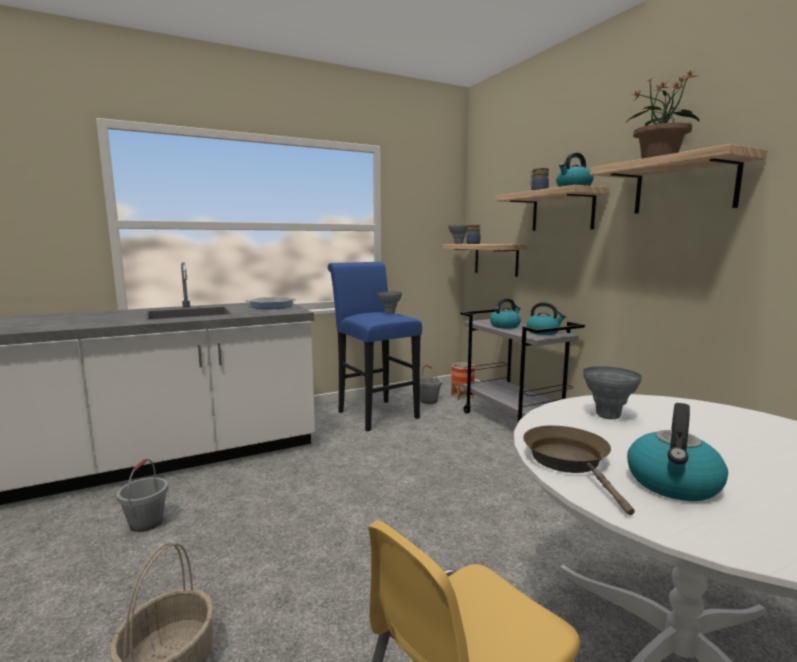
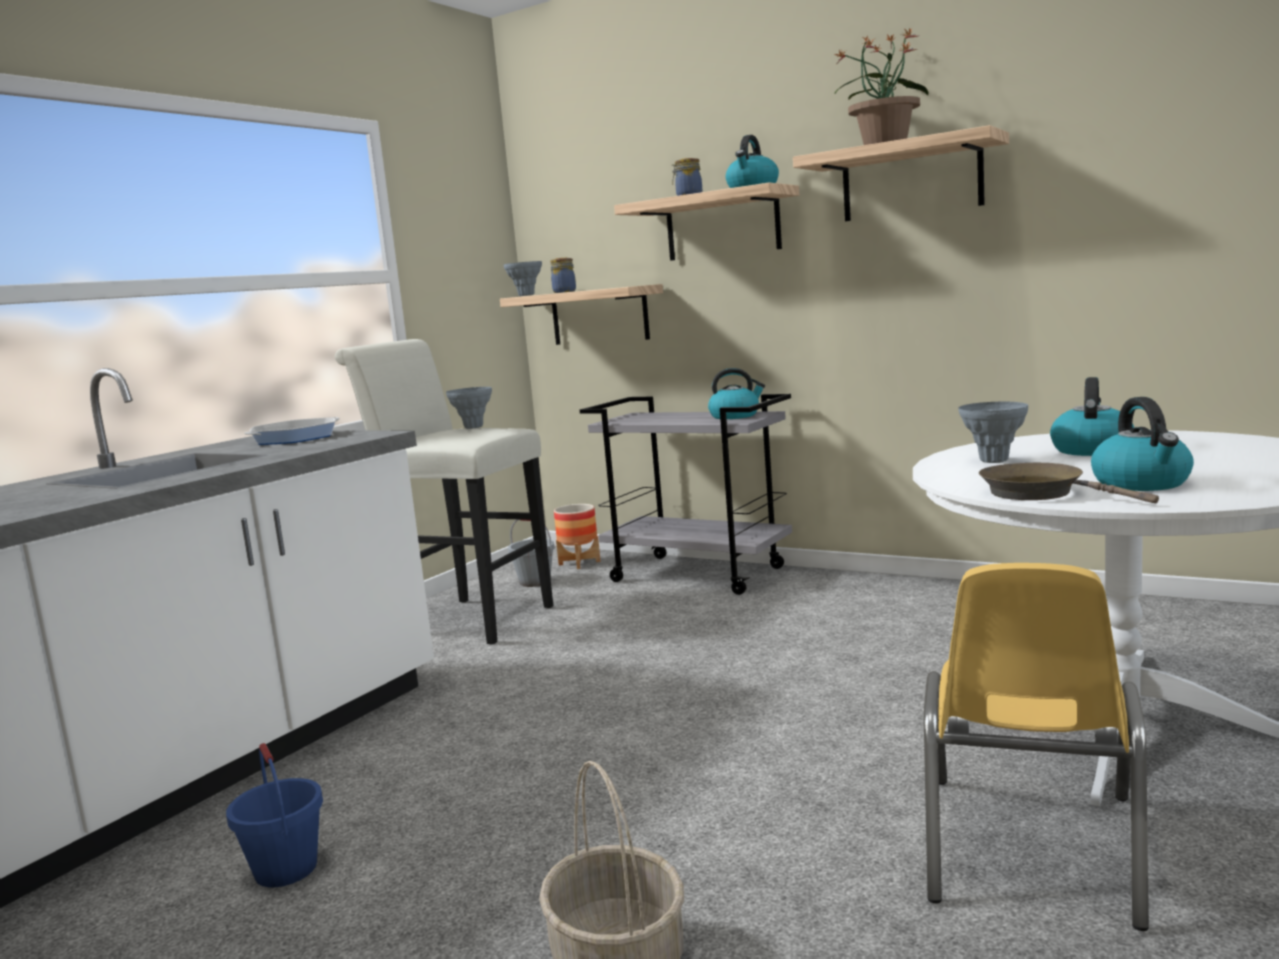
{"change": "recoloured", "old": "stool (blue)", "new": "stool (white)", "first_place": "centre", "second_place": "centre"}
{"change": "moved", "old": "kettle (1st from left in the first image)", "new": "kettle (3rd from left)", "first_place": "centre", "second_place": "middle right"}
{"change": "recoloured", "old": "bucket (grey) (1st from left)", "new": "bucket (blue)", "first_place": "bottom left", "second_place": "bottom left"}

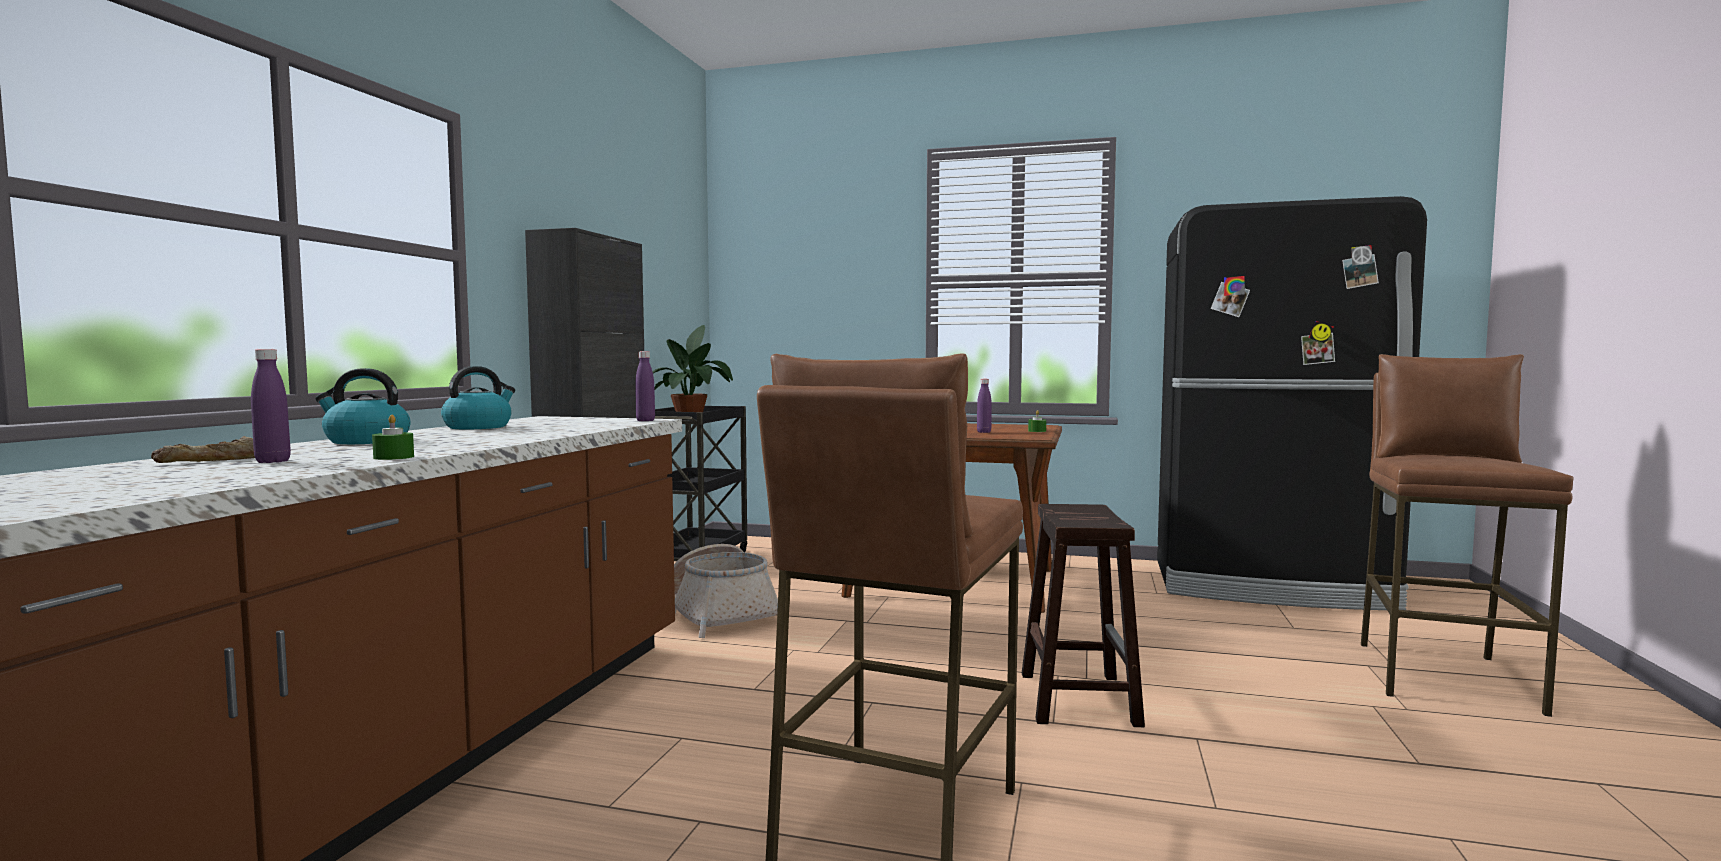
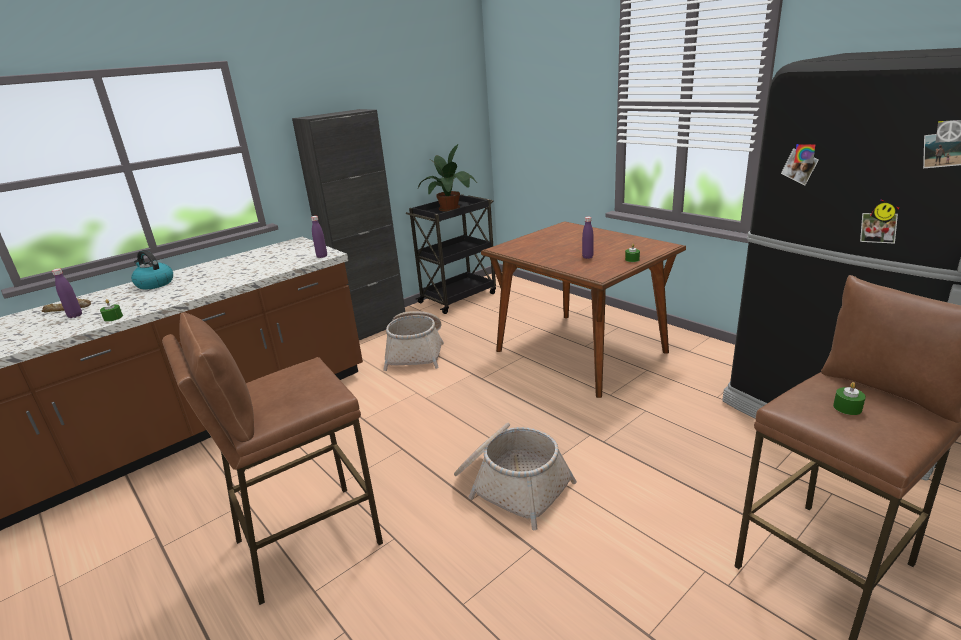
{"change": "removed", "old": "kettle (2nd from left)", "first_place": "middle left"}
{"change": "replaced", "old": "stool (brown) (2nd from left)", "new": "basket (2nd from left)", "first_place": "bottom centre", "second_place": "bottom centre"}
{"change": "added", "new": "candle (green) (3rd from left)", "second_place": "middle right"}

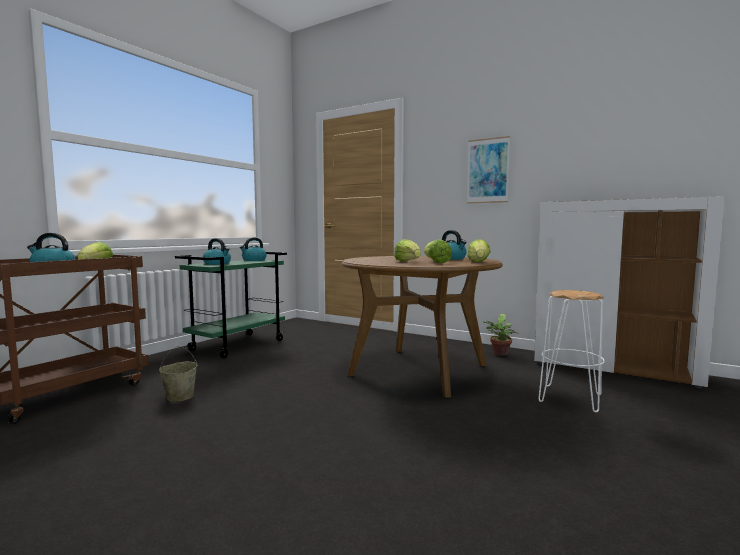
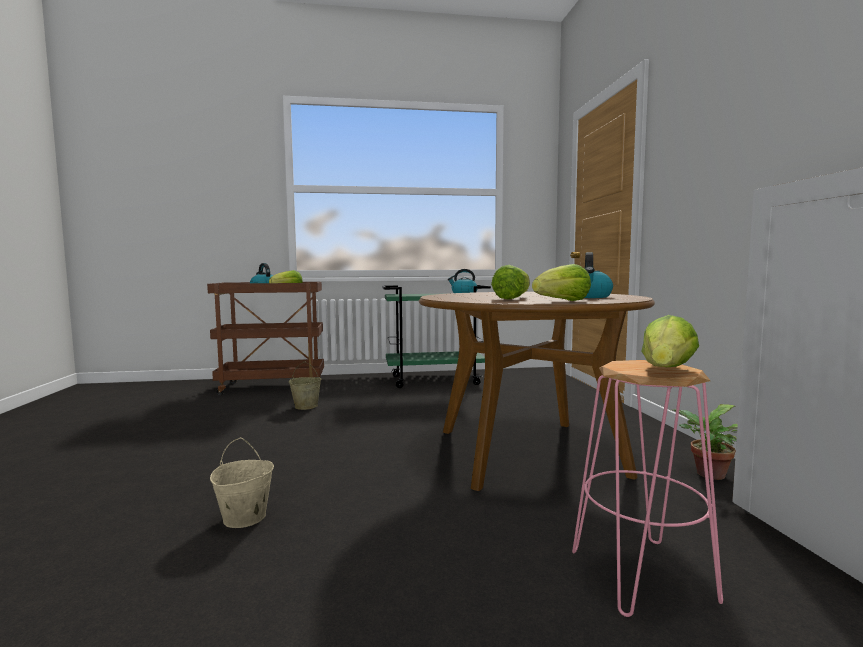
{"change": "removed", "old": "picture", "first_place": "top centre"}
{"change": "removed", "old": "kettle (2nd from left)", "first_place": "middle left"}
{"change": "moved", "old": "lettuce (2nd from left in the first image)", "new": "lettuce (4th from left)", "first_place": "centre", "second_place": "middle right"}
{"change": "recoloured", "old": "stool (white)", "new": "stool (pink)", "first_place": "middle right", "second_place": "bottom right"}
{"change": "added", "new": "bucket (beige) (1st from left)", "second_place": "bottom left"}

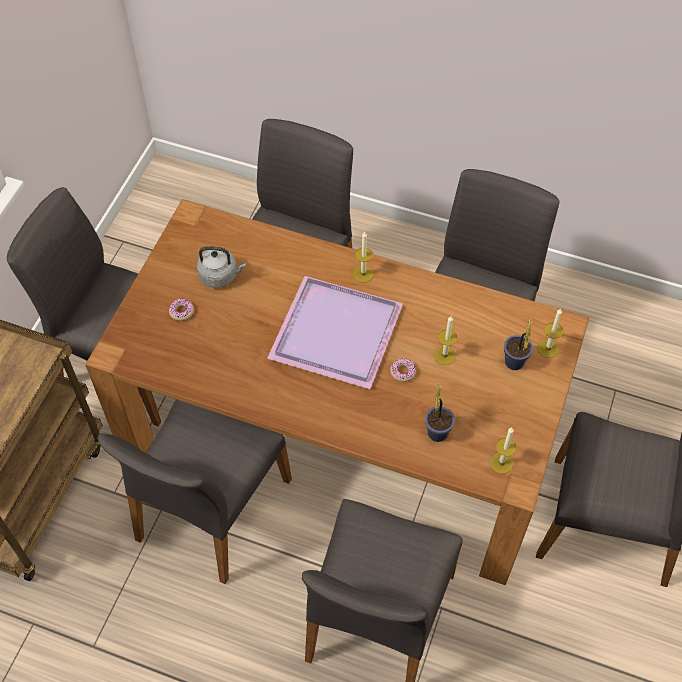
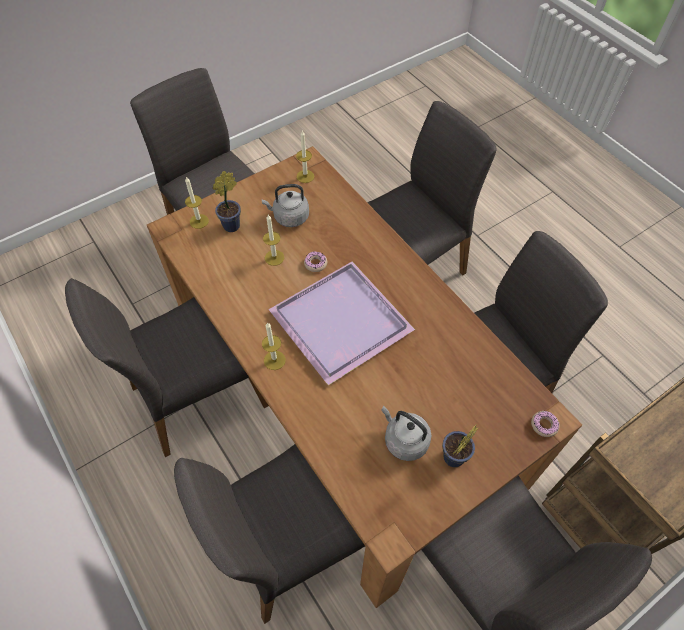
{"change": "moved", "old": "donut (1st from left in the first image)", "new": "donut (2nd from left)", "first_place": "middle left", "second_place": "bottom right"}
{"change": "moved", "old": "potted plant (1st from left in the first image)", "new": "potted plant (2nd from left)", "first_place": "centre", "second_place": "bottom right"}
{"change": "added", "new": "kettle (grey) (1st from left)", "second_place": "top centre"}

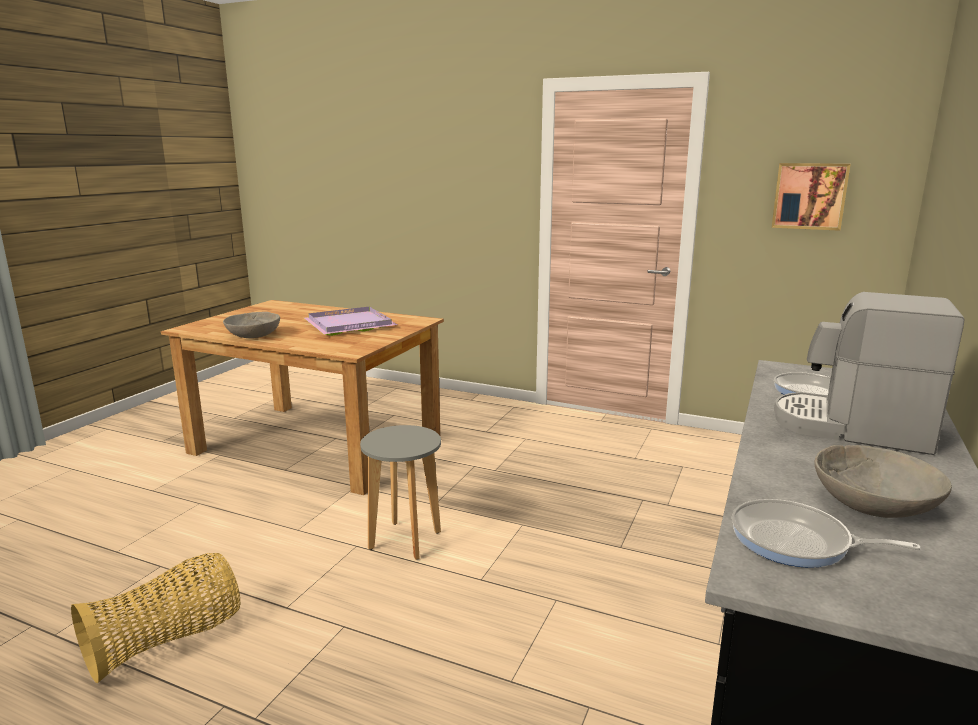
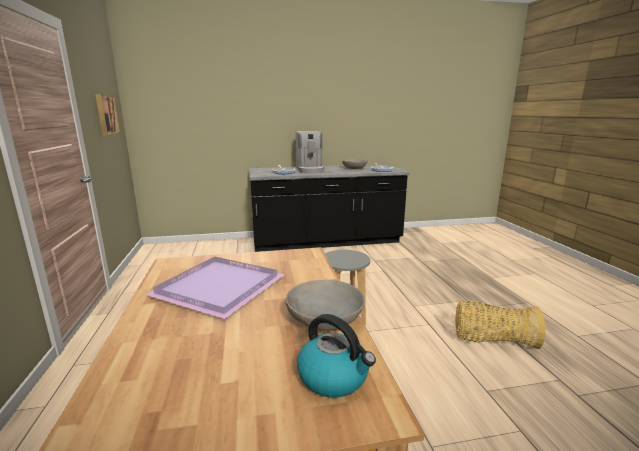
{"change": "added", "new": "kettle", "second_place": "bottom centre"}

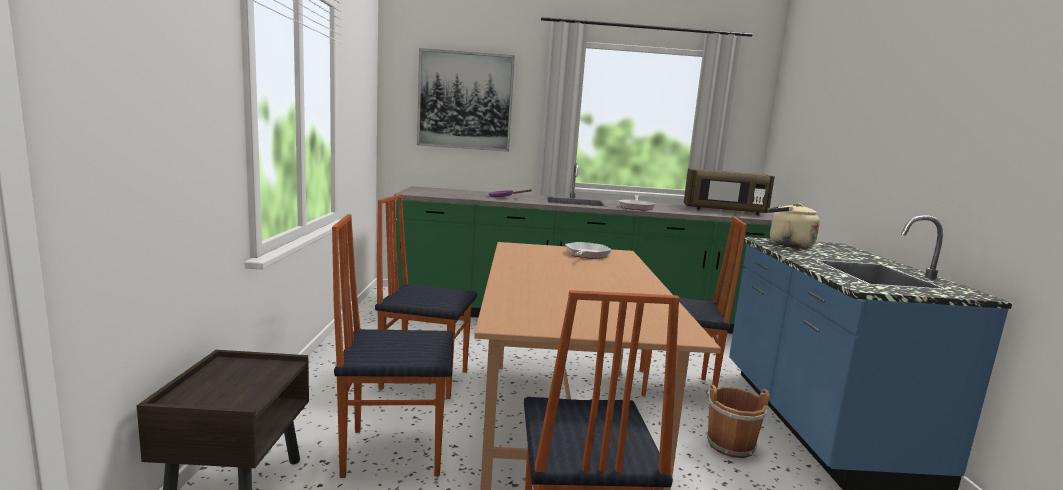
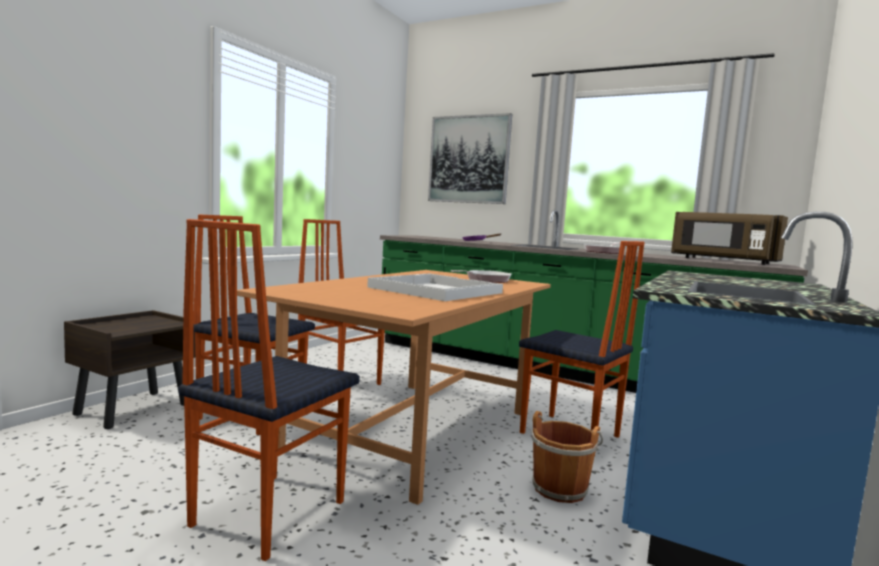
{"change": "removed", "old": "kettle (beige)", "first_place": "middle right"}
{"change": "added", "new": "tray (white)", "second_place": "centre"}

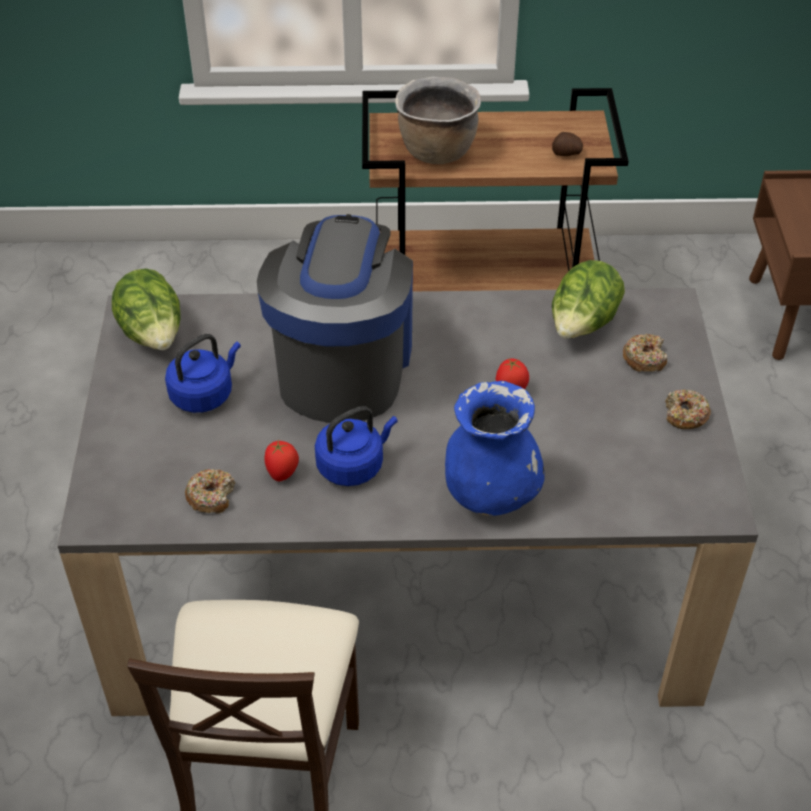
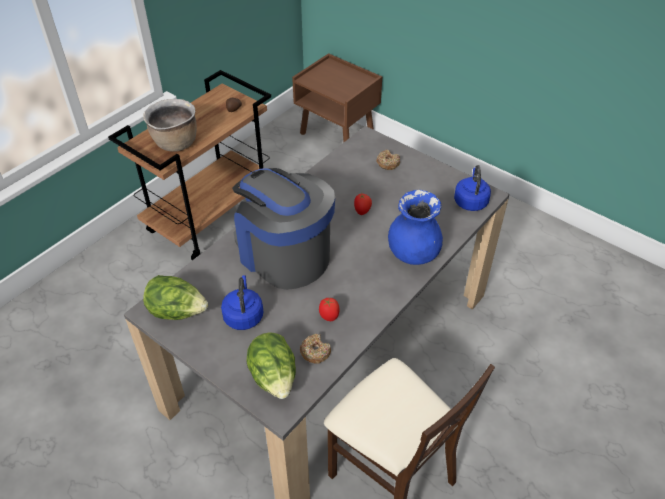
{"change": "moved", "old": "lettuce (2nd from left)", "first_place": "middle right", "second_place": "bottom centre"}
{"change": "removed", "old": "donut (3rd from left)", "first_place": "middle right"}
{"change": "moved", "old": "kettle (blue) (2nd from left)", "first_place": "centre", "second_place": "middle right"}

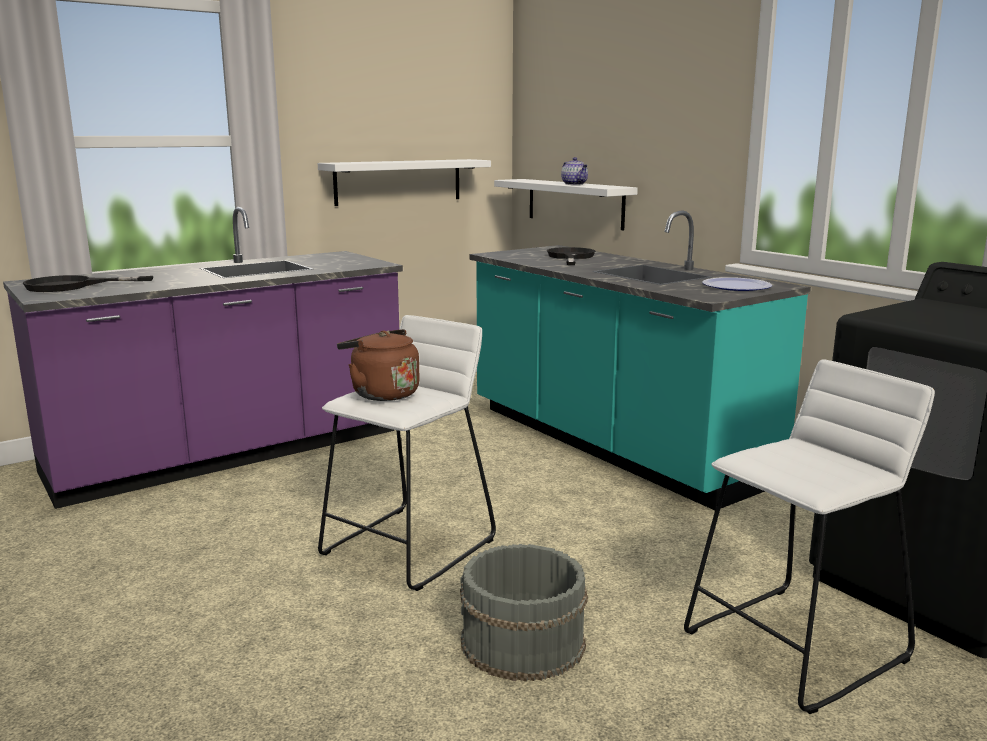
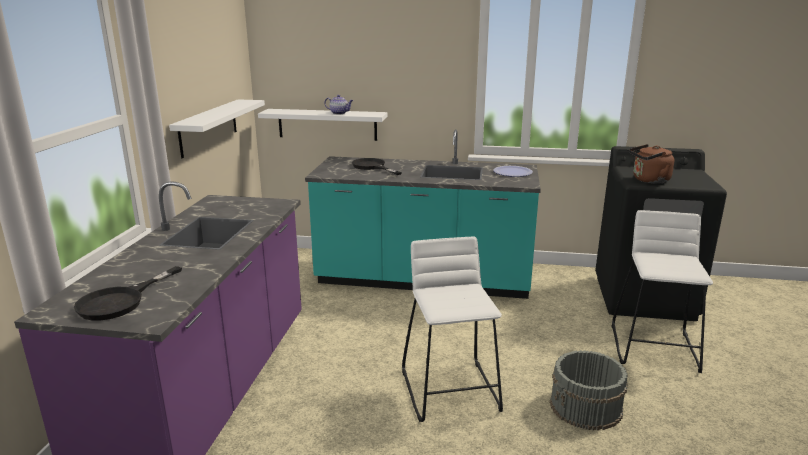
{"change": "moved", "old": "kettle (brown)", "first_place": "centre", "second_place": "middle right"}

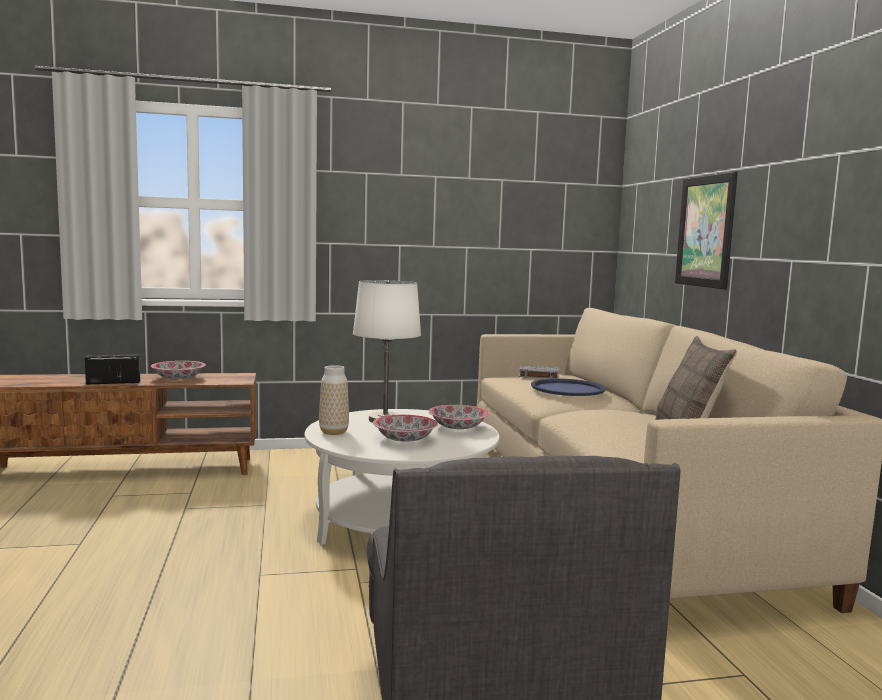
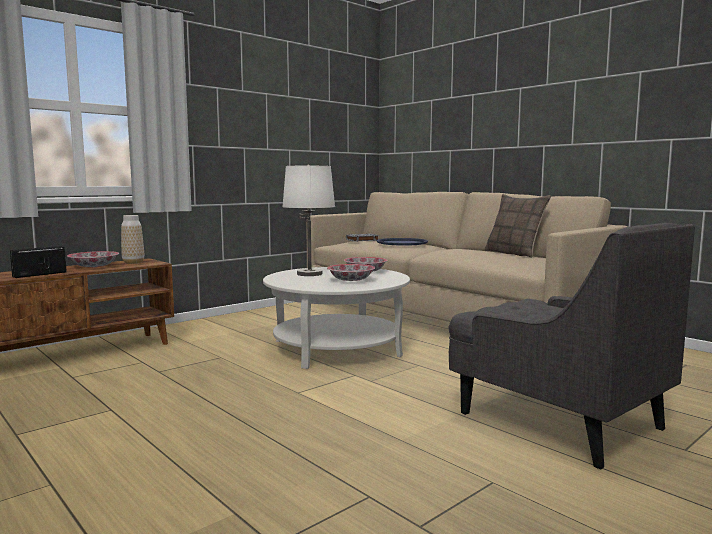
{"change": "removed", "old": "picture", "first_place": "top right"}
{"change": "moved", "old": "vase", "first_place": "centre", "second_place": "middle left"}

